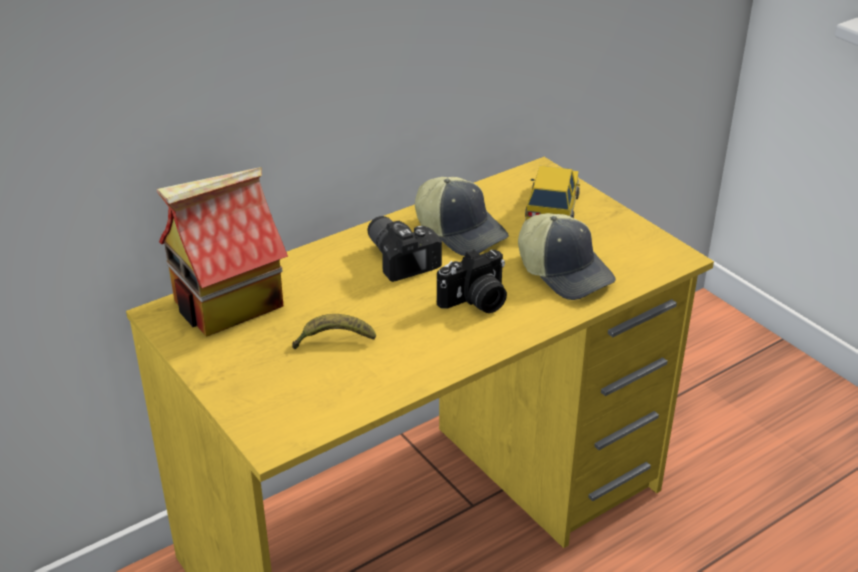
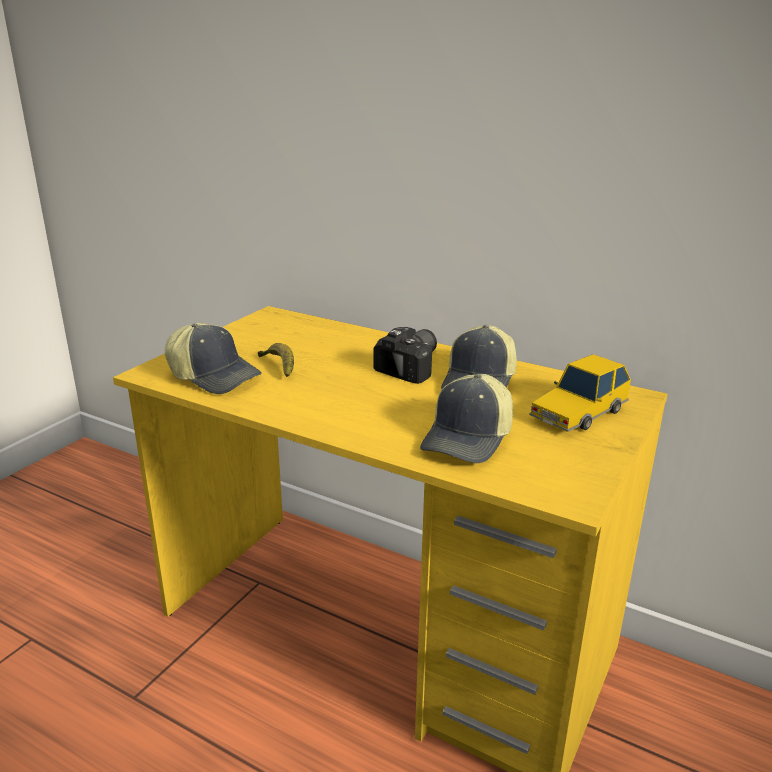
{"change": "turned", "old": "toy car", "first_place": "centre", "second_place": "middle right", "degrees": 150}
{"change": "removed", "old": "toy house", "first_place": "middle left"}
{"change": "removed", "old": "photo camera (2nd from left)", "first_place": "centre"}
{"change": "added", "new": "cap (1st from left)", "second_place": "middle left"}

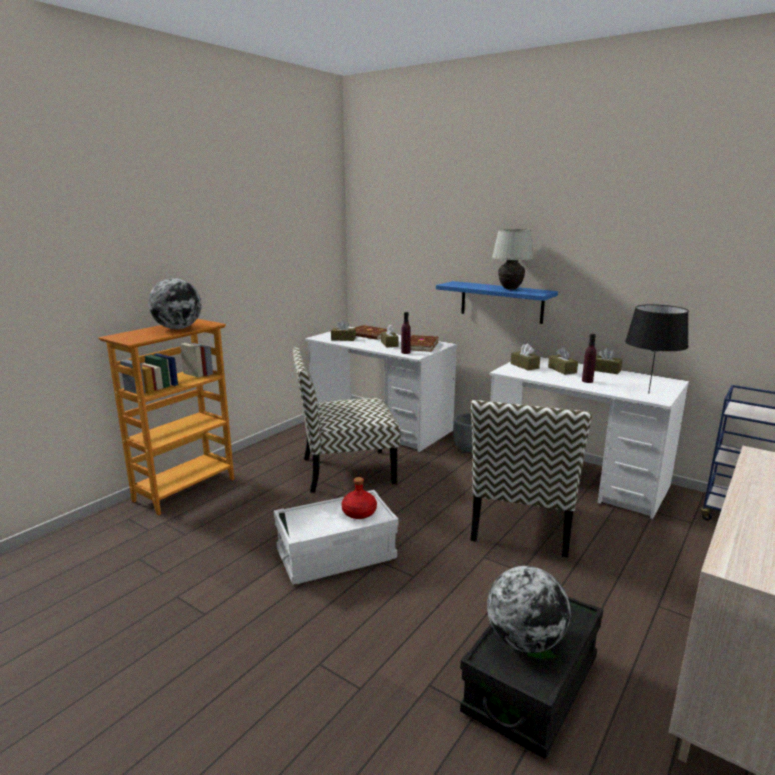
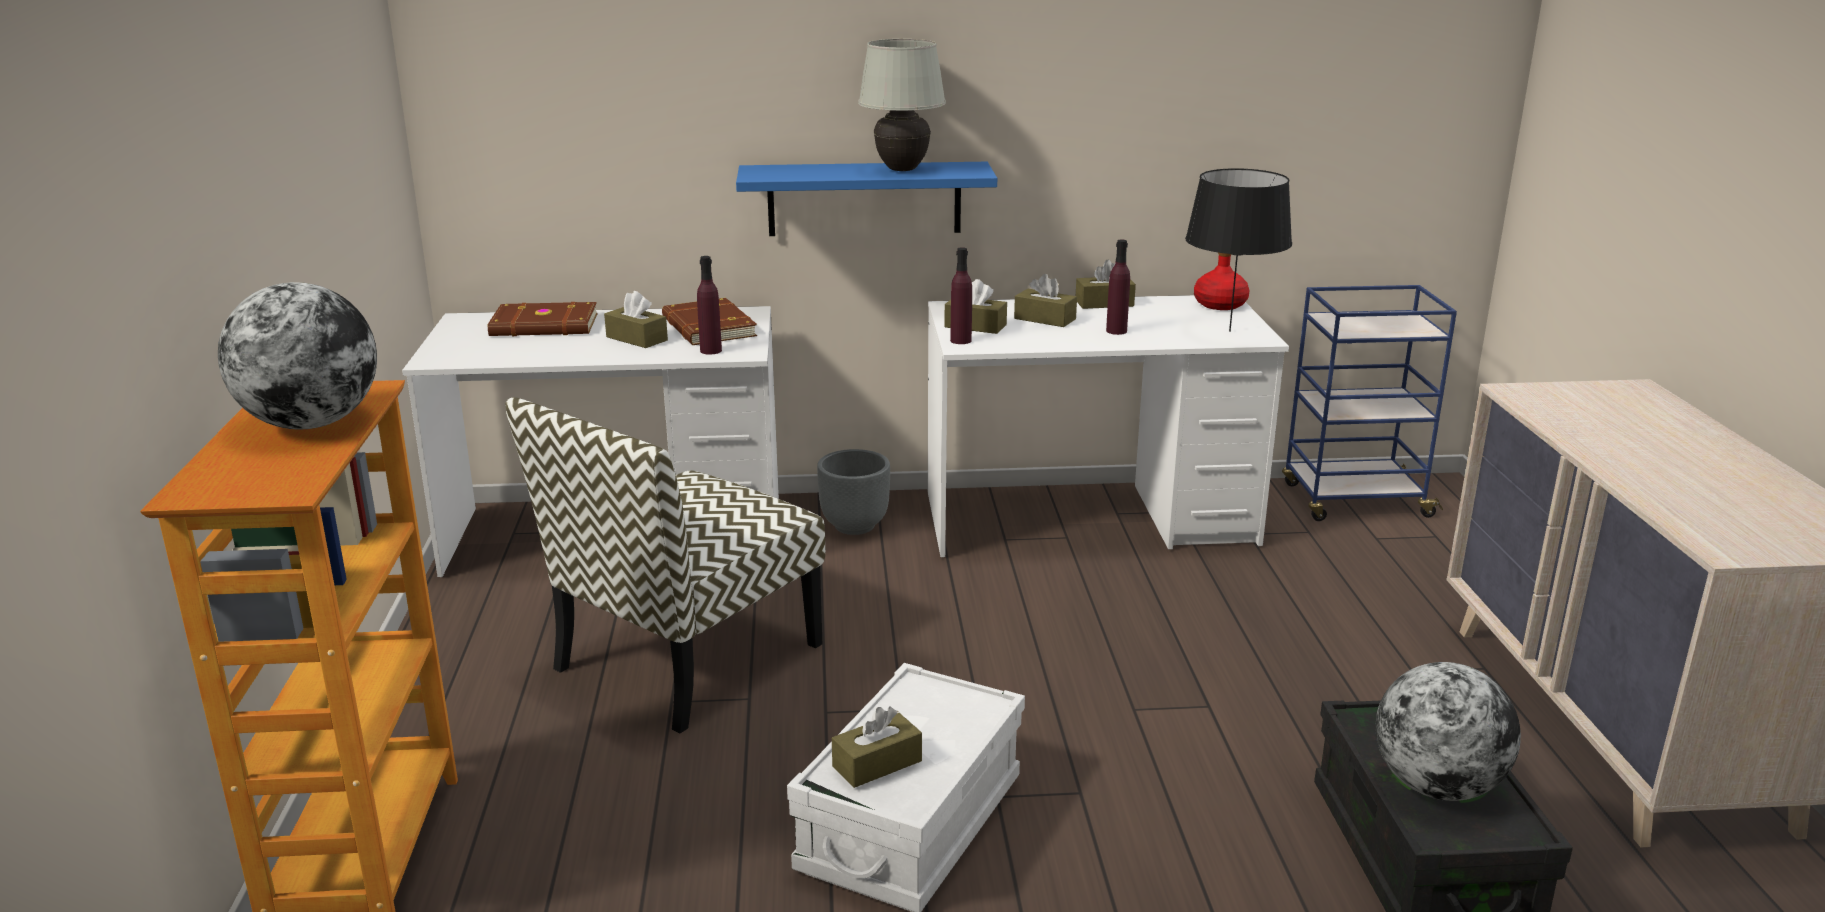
{"change": "moved", "old": "tissue box (brown) (1st from left in the first image)", "new": "tissue box (brown) (2nd from left)", "first_place": "centre", "second_place": "bottom centre"}
{"change": "removed", "old": "chair (2nd from left)", "first_place": "middle right"}
{"change": "moved", "old": "bottle (red)", "first_place": "centre", "second_place": "top right"}
{"change": "added", "new": "bottle (purple) (2nd from left)", "second_place": "top centre"}

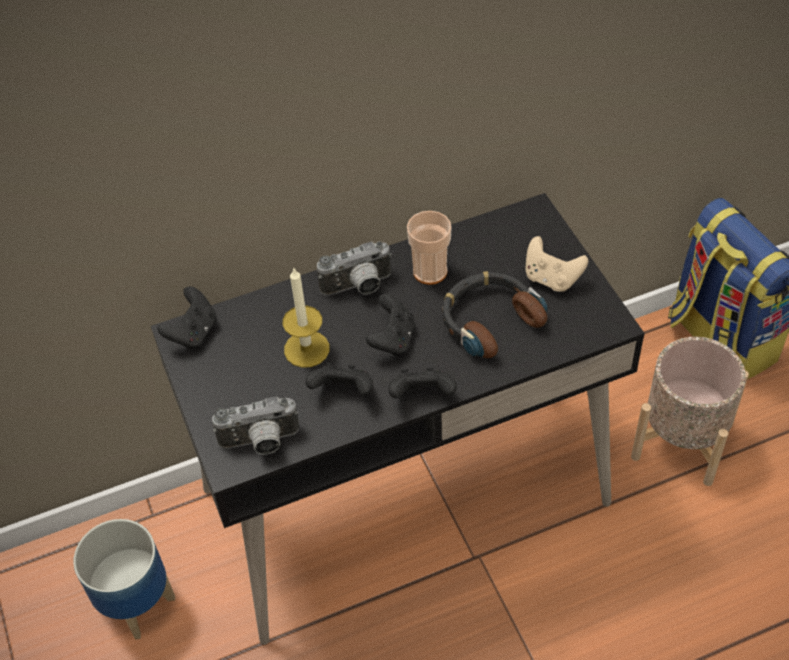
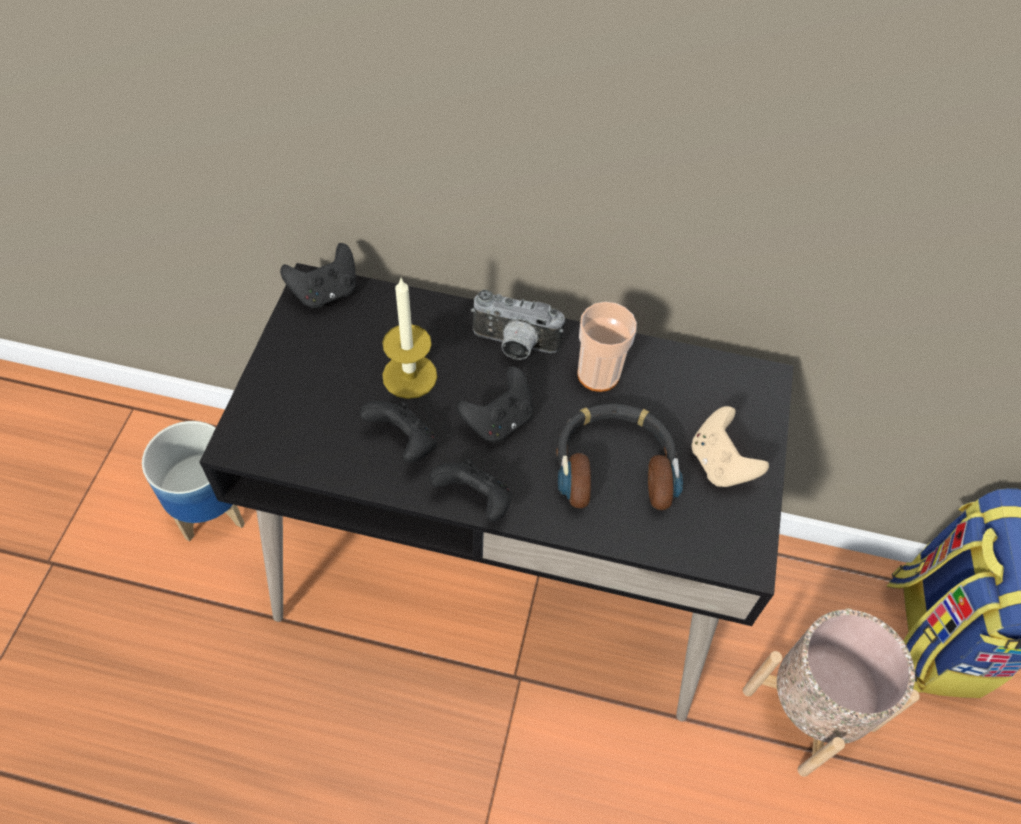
{"change": "removed", "old": "photo camera (1st from left)", "first_place": "middle left"}

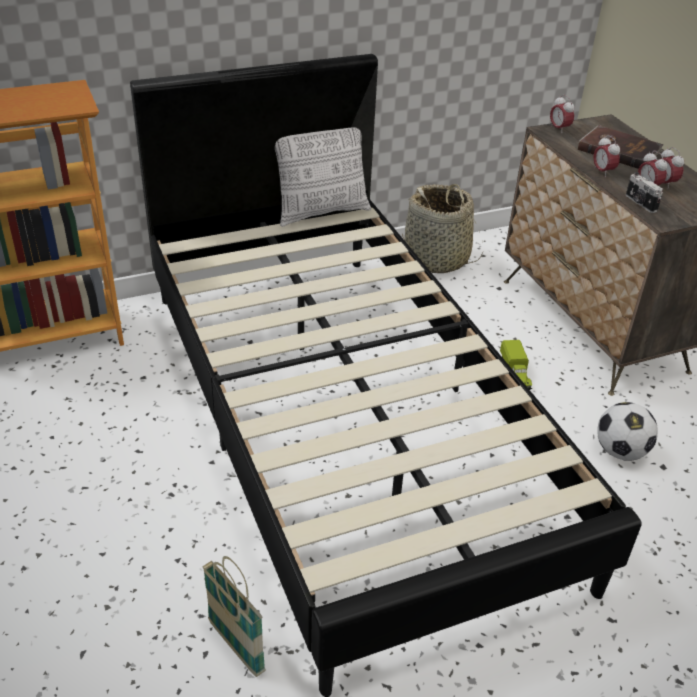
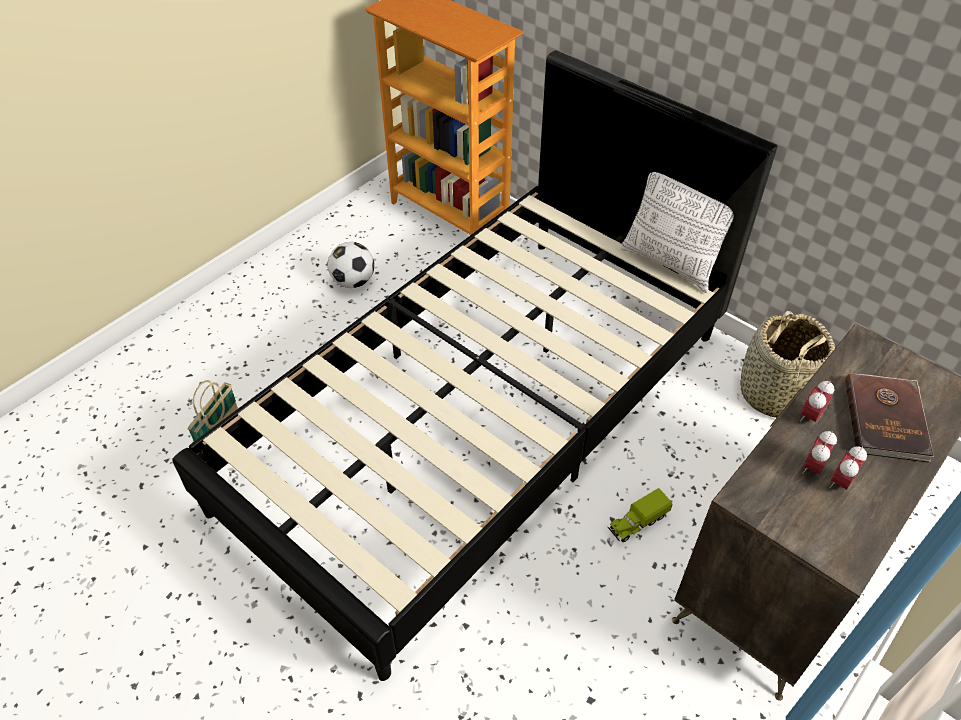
{"change": "removed", "old": "alarm clock (1st from left)", "first_place": "top right"}
{"change": "removed", "old": "photo camera", "first_place": "top right"}
{"change": "moved", "old": "football", "first_place": "middle right", "second_place": "centre"}

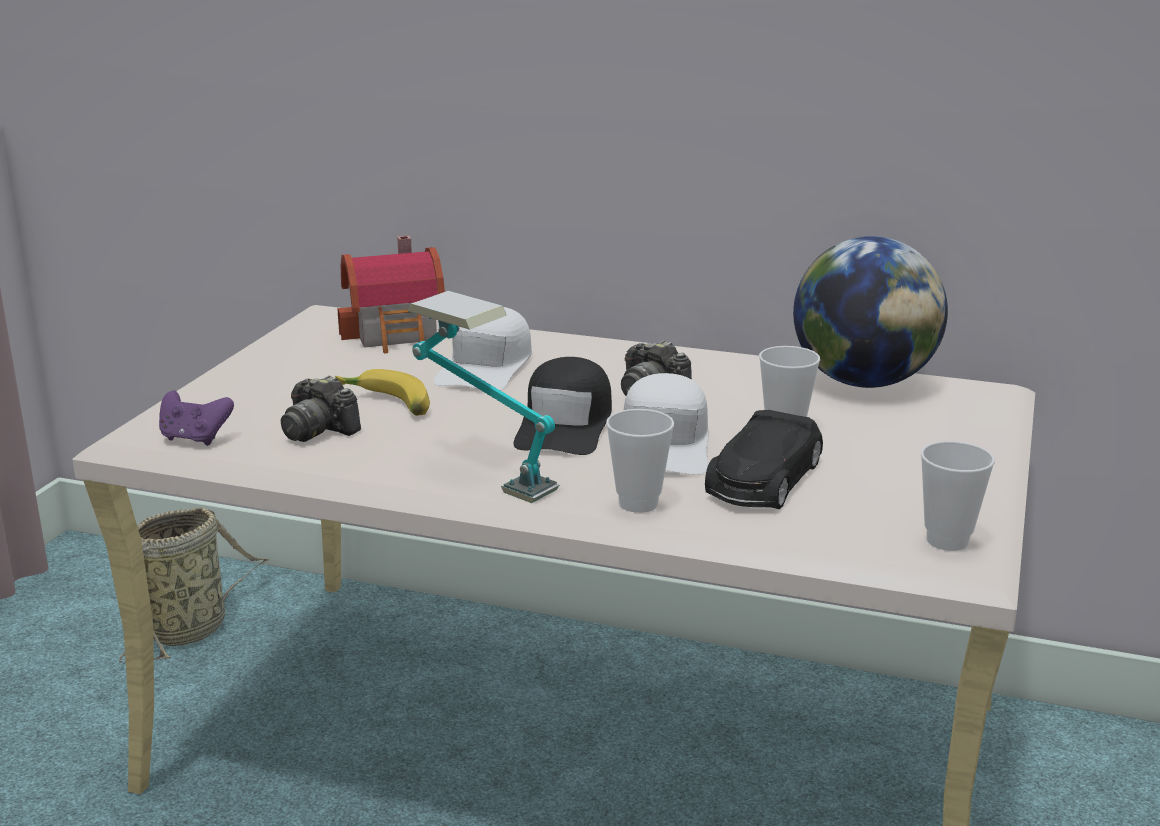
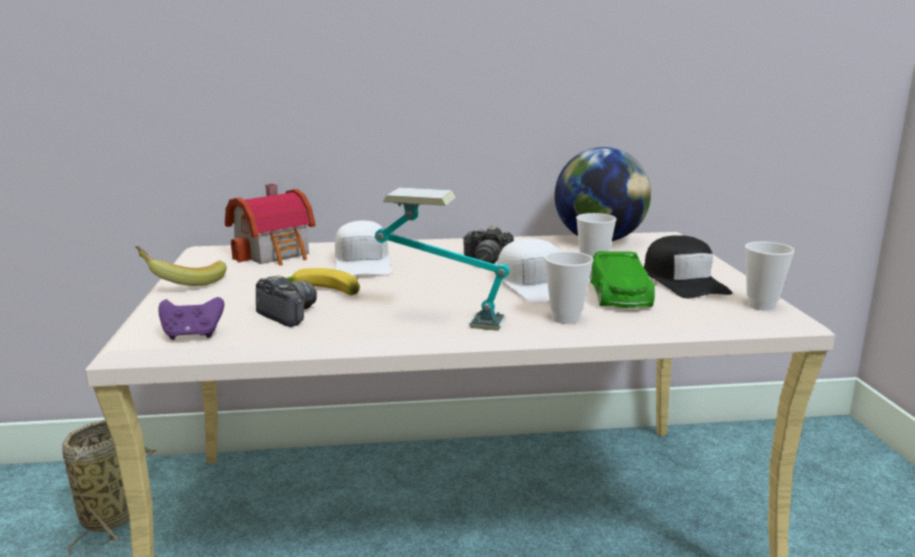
{"change": "moved", "old": "cap (black)", "first_place": "centre", "second_place": "middle right"}
{"change": "turned", "old": "photo camera (1st from left)", "first_place": "middle left", "second_place": "middle left", "degrees": -150}
{"change": "recoloured", "old": "toy car (black)", "new": "toy car (green)", "first_place": "centre", "second_place": "middle right"}
{"change": "added", "new": "banana (1st from left)", "second_place": "middle left"}

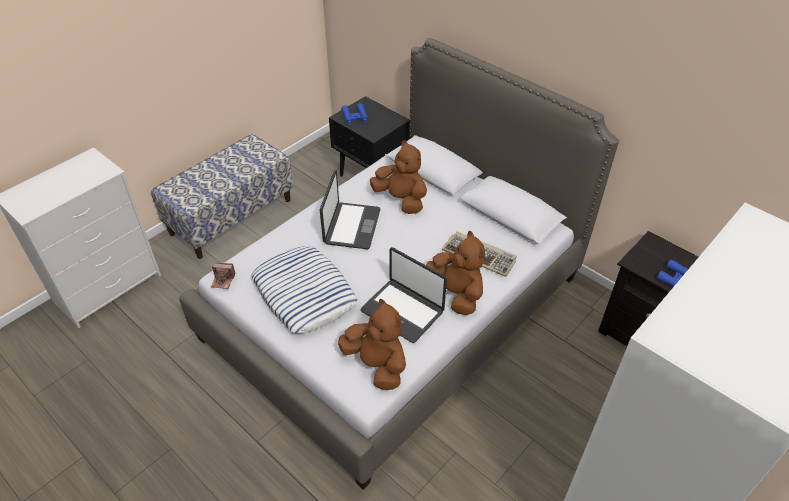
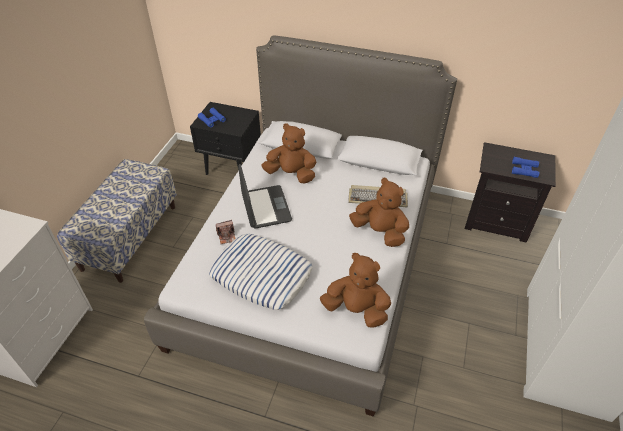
{"change": "removed", "old": "laptop (2nd from left)", "first_place": "centre"}
{"change": "moved", "old": "photo camera", "first_place": "middle left", "second_place": "centre"}

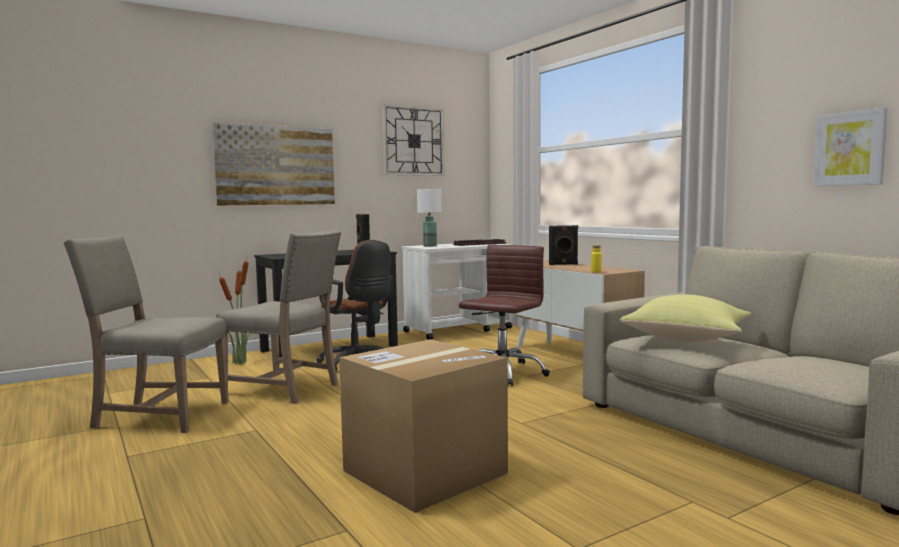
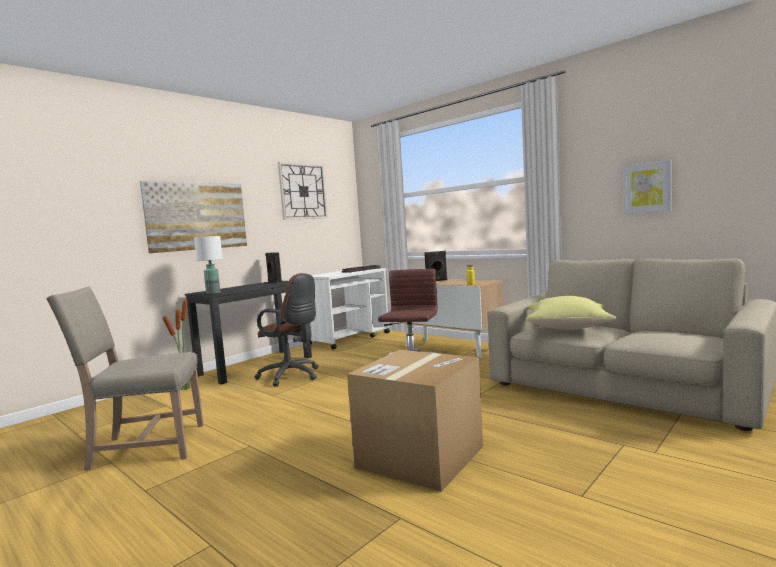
{"change": "moved", "old": "table lamp (white)", "first_place": "centre", "second_place": "middle left"}
{"change": "removed", "old": "chair (beige) (2nd from left)", "first_place": "middle left"}

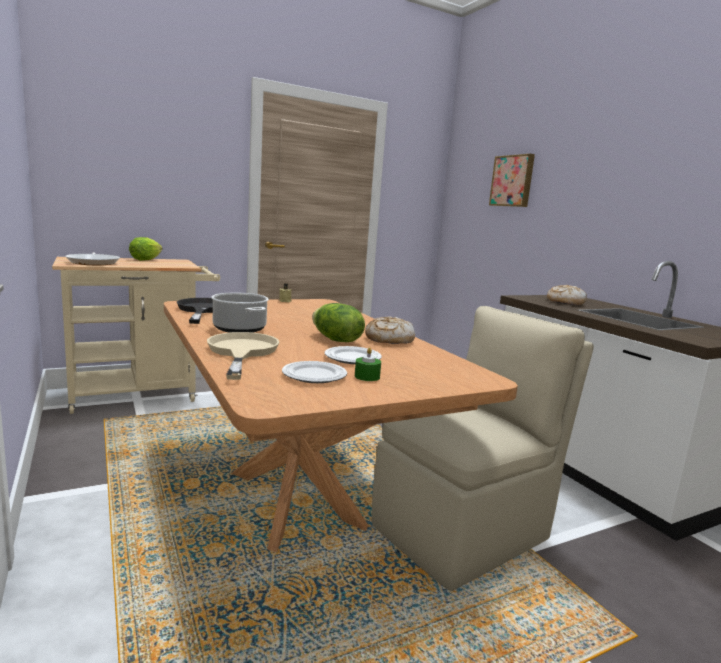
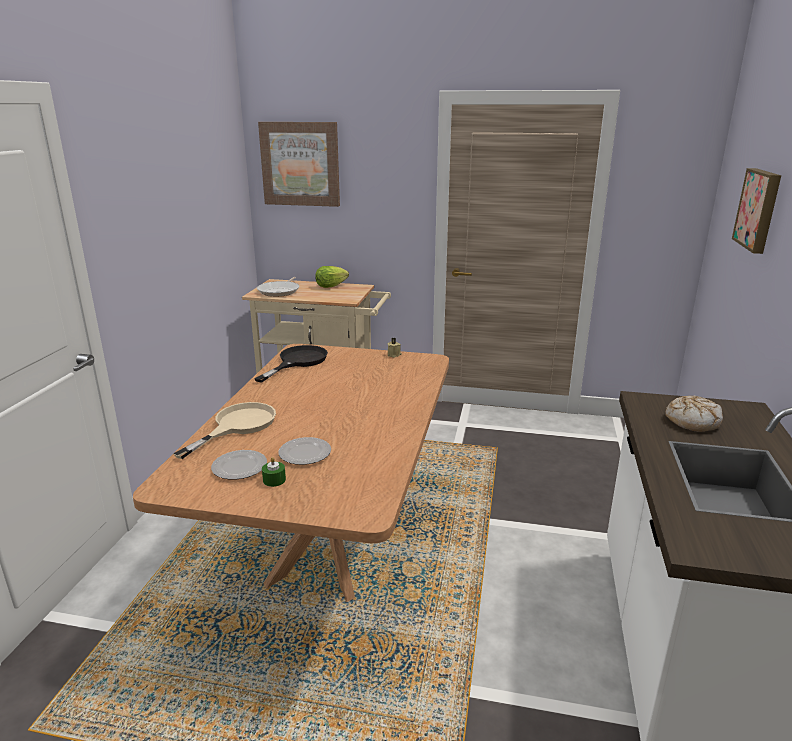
{"change": "removed", "old": "cooking pot", "first_place": "middle left"}
{"change": "removed", "old": "lettuce (2nd from left)", "first_place": "centre"}
{"change": "removed", "old": "chair (beige)", "first_place": "bottom right"}
{"change": "removed", "old": "bread (1st from left)", "first_place": "centre"}
{"change": "added", "new": "picture (1st from left)", "second_place": "top centre"}

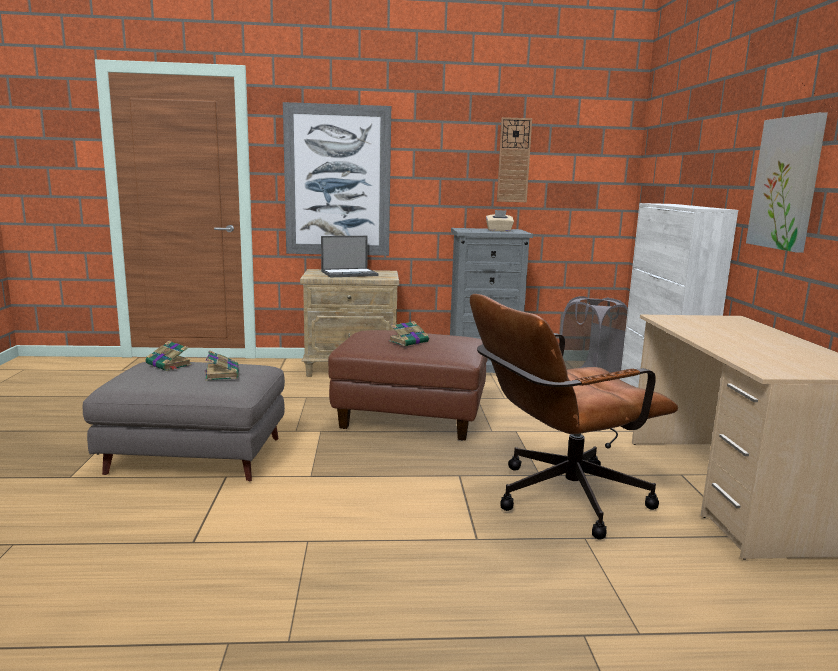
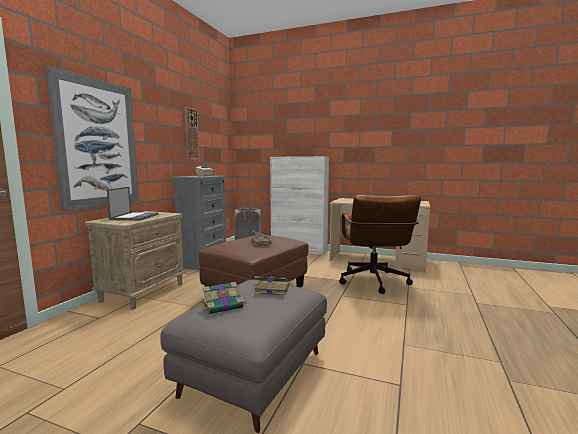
{"change": "removed", "old": "picture (2nd from left)", "first_place": "top right"}

